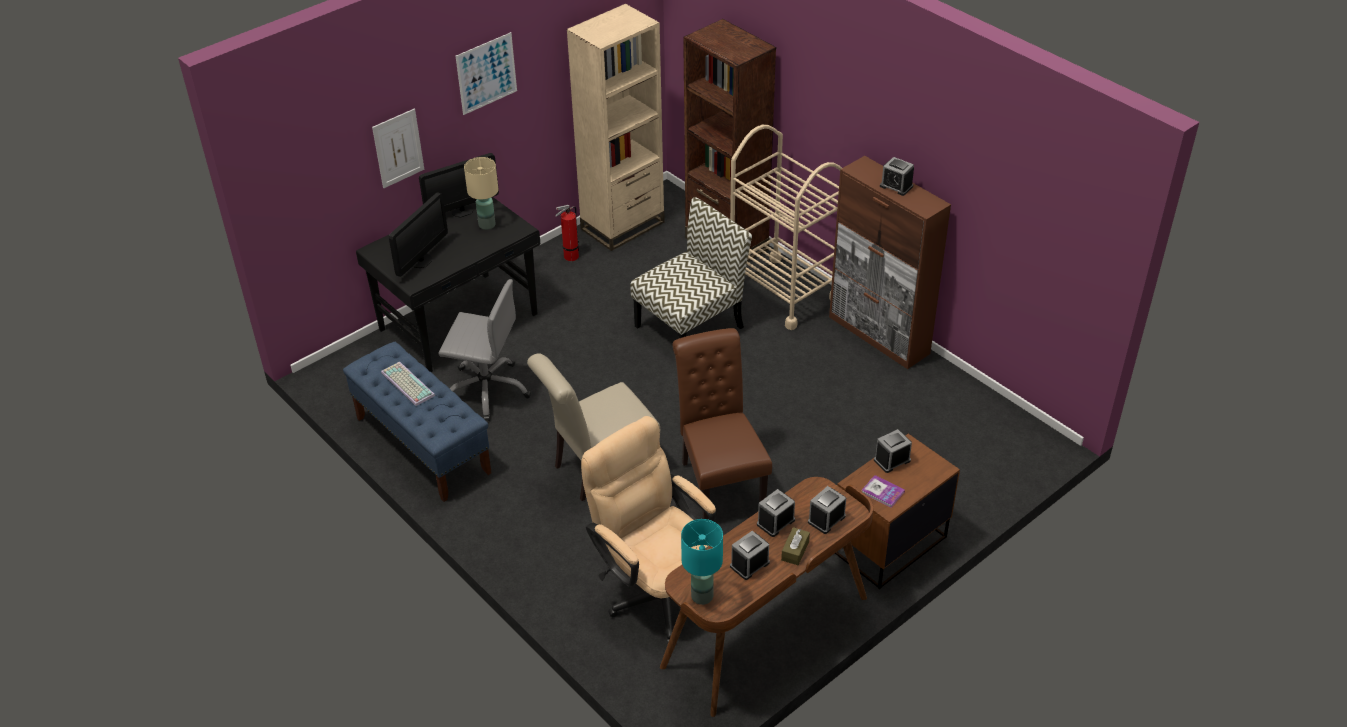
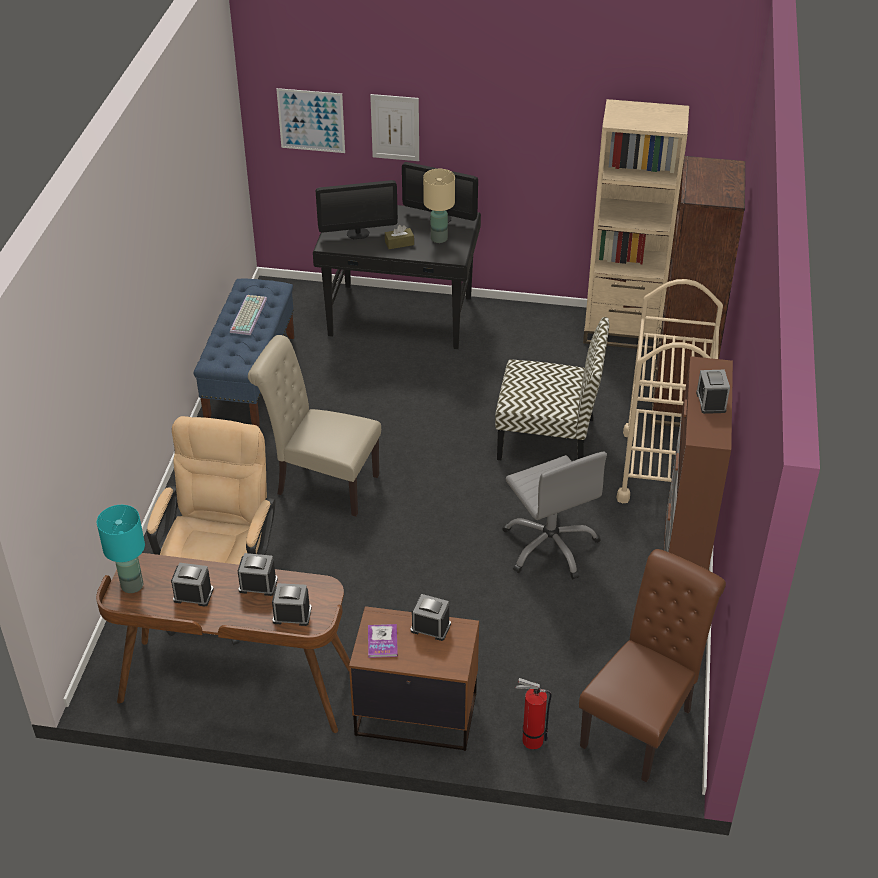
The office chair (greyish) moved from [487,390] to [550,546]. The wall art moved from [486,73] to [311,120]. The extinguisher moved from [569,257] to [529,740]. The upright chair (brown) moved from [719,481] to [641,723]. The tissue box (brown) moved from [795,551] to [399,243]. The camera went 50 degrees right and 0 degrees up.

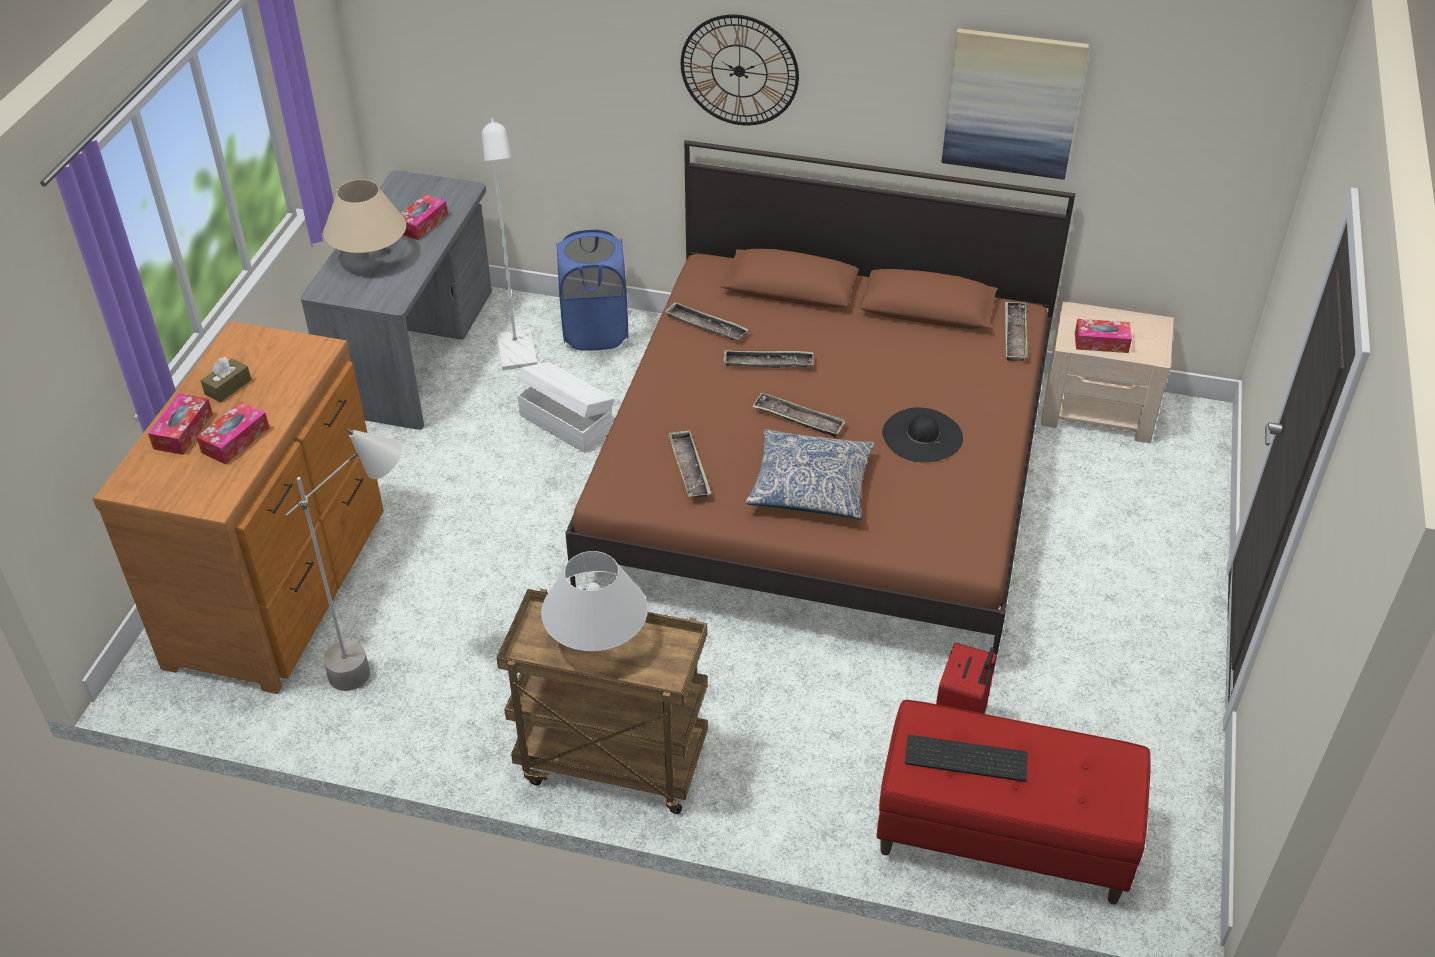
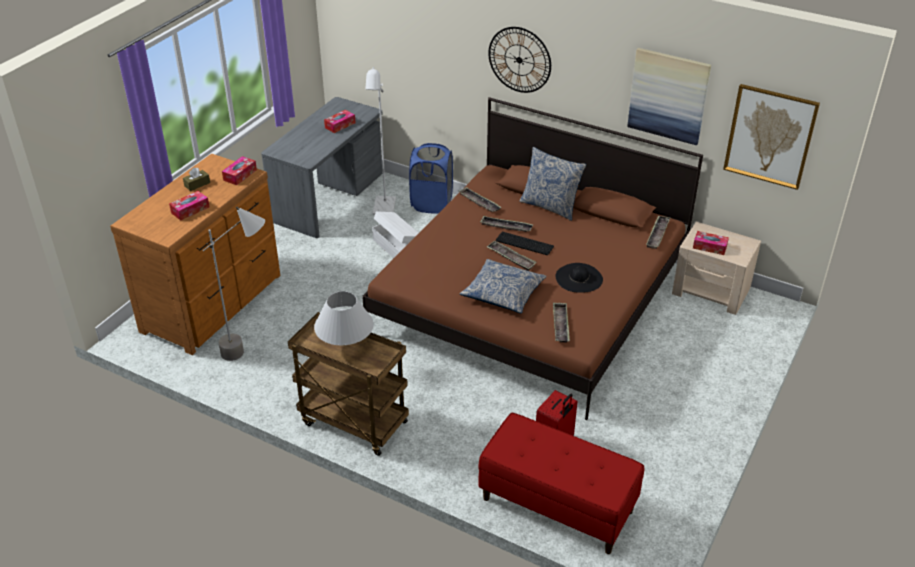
The tabletop lamp (beige) at [370,256] disappeared. The pillow at [550,206] appeared. The wall art at [770,136] appeared. The tissue box moved from [183,431] to [240,175]. The carrying tray moved from [689,468] to [560,325]. The PC keyboard moved from [964,760] to [523,244]. The camera went 15 degrees right and 5 degrees down.

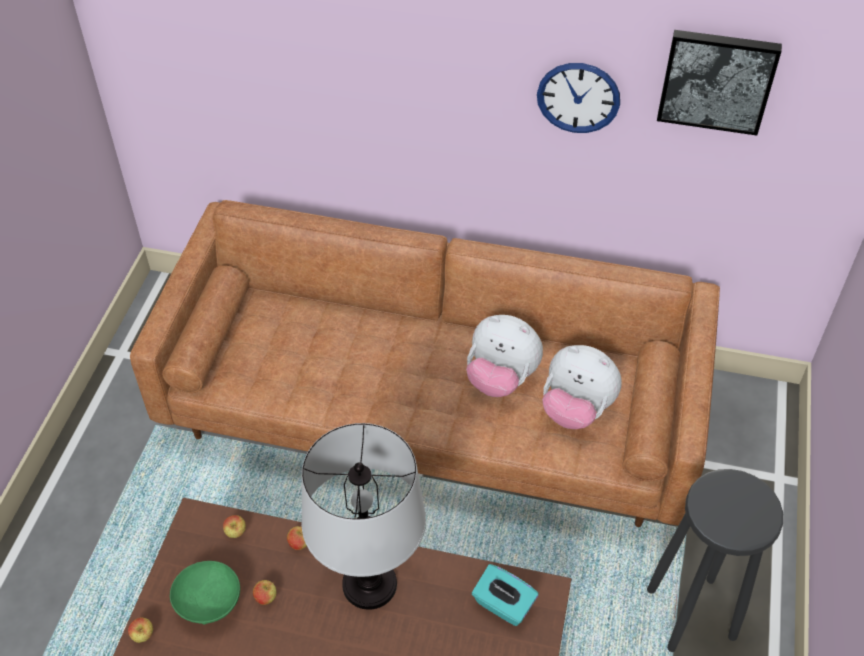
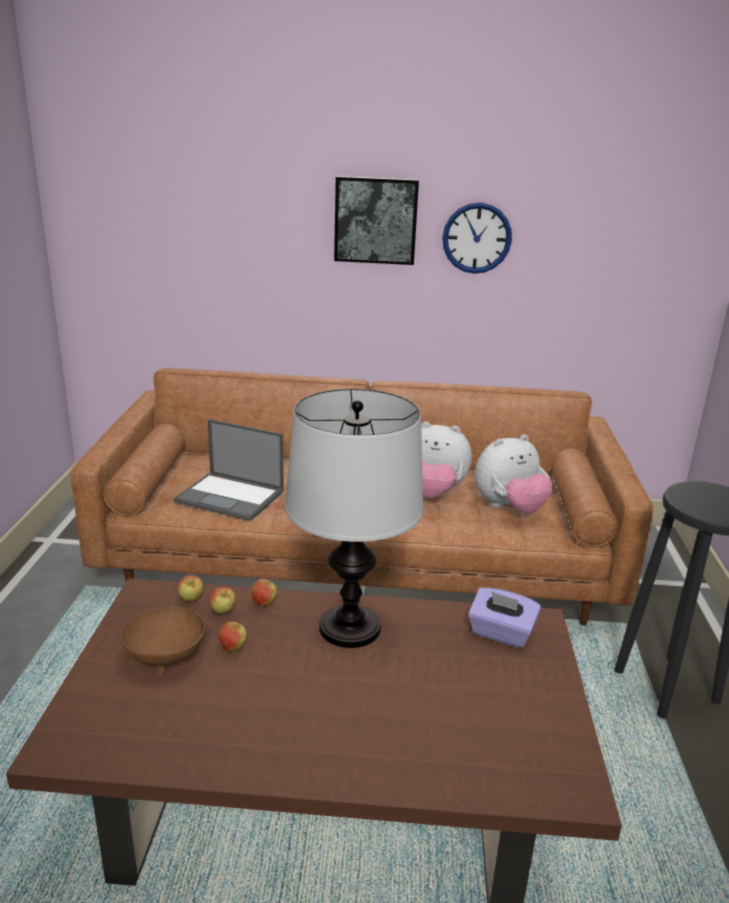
The laptop at [231,496] appeared. The apple fruit moved from [143,636] to [223,612]. The wall art moved from [717,80] to [376,220]. The bowl (green) at [211,604] became the bowl (brown) at [167,657]. The tissue box (turquoise-coloured) at [503,605] became the tissue box (purplish) at [501,633]. The soft toy at [576,410] turned 45 degrees counterclockwise. The camera went 10 degrees left and 25 degrees down.

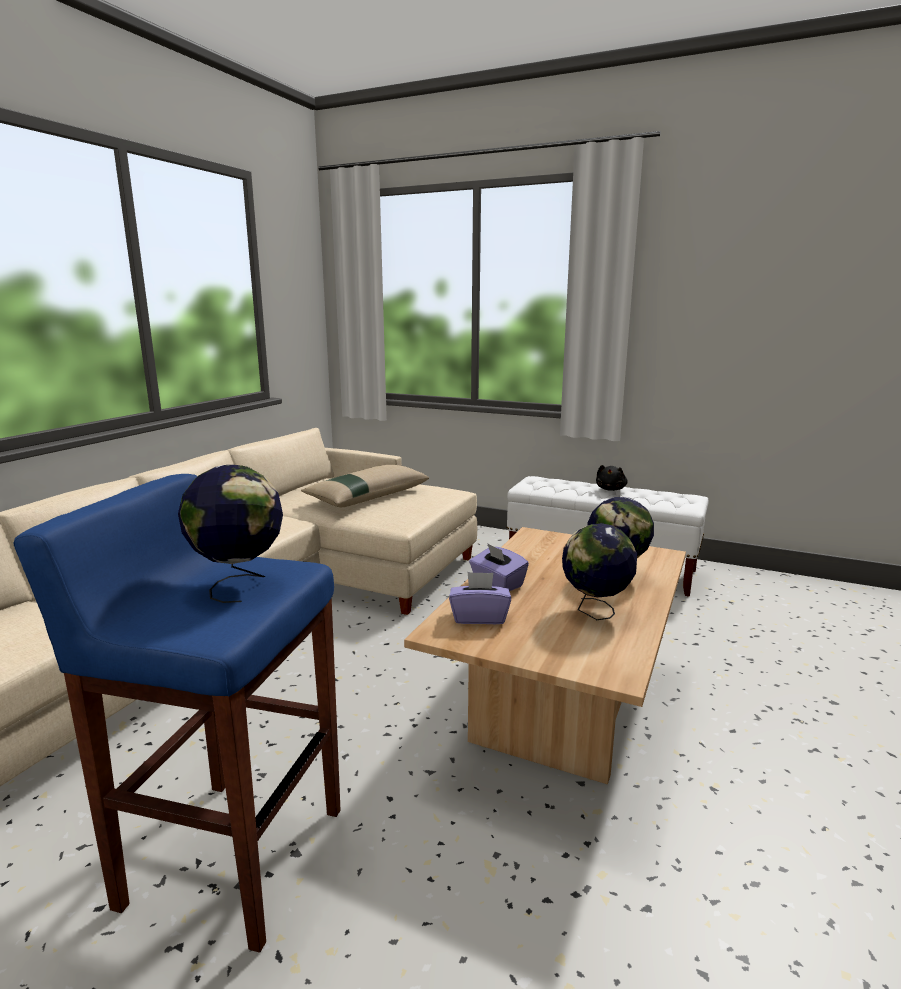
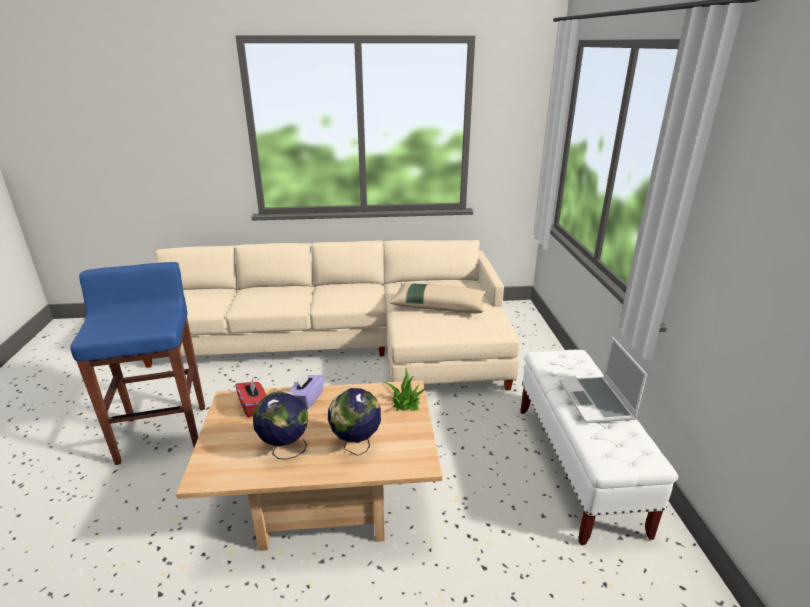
The desk globe at [239,584] disappeared. The houseplant at [406,401] appeared. The soft toy (blackish) at [611,489] was replaced by the laptop at [597,402]. The tissue box (purplish) at [479,617] became the tissue box (red-coloured) at [253,406]. The camera went 60 degrees right and 10 degrees up.

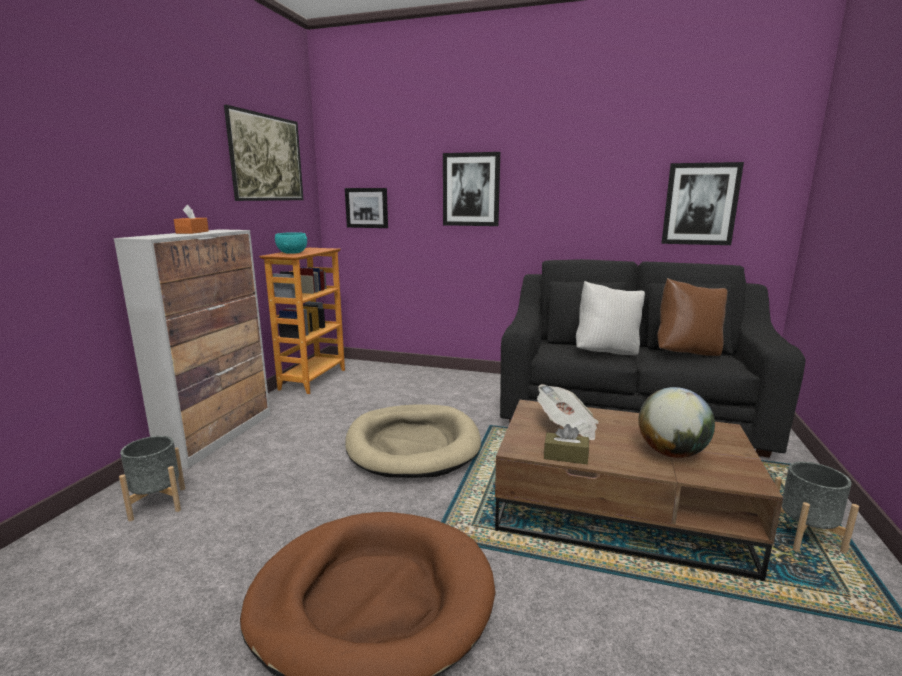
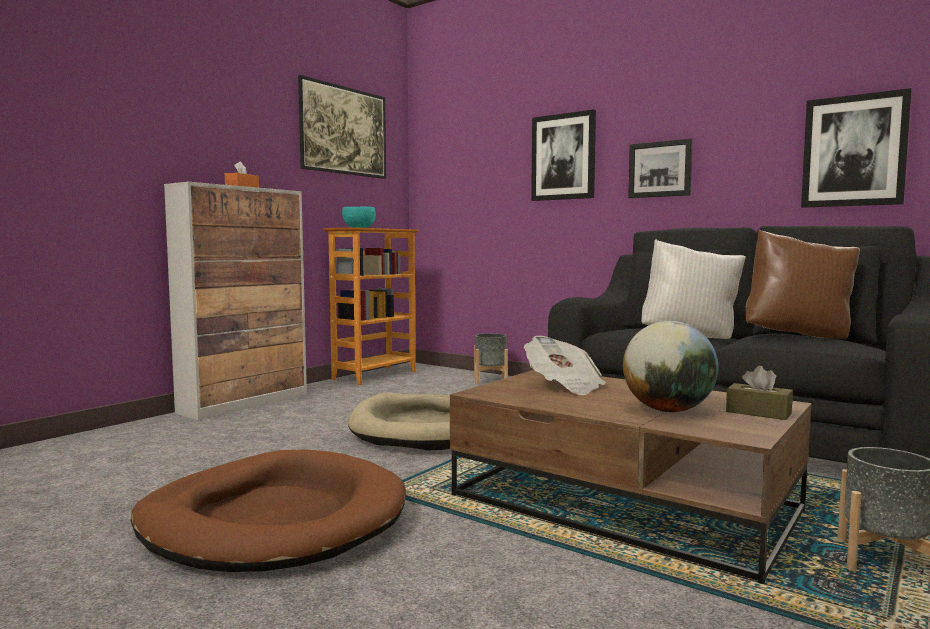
The plant pot (greyish) moved from [158,503] to [490,380]. The wall art moved from [367,208] to [660,169]. The tissue box (brown) moved from [565,456] to [758,412]. The camera went 20 degrees right and 10 degrees down.

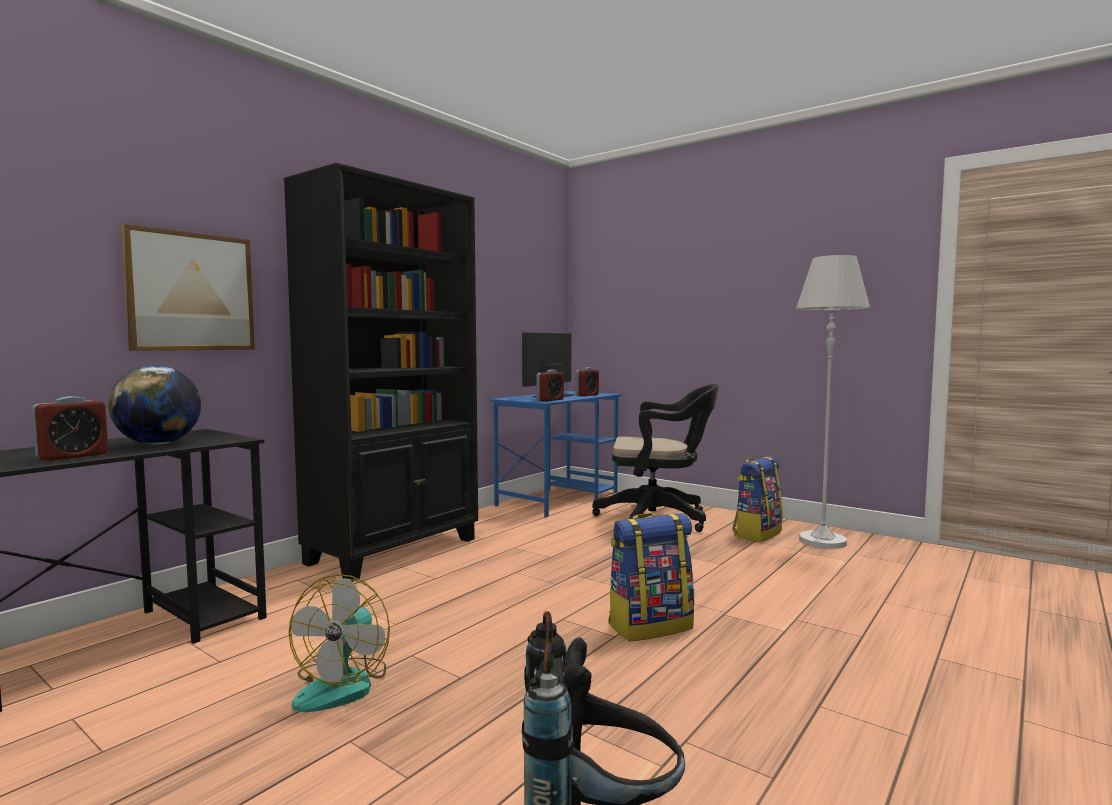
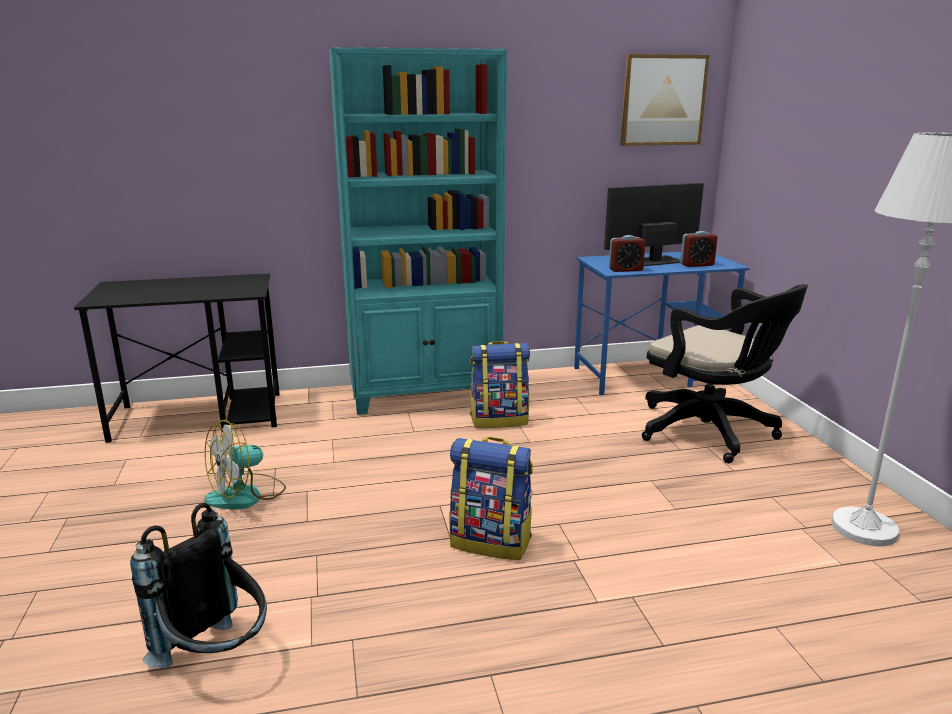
The table clock at [73,456] disappeared. The desk globe at [158,444] disappeared. The wall art moved from [190,292] to [662,100]. The rucksack moved from [756,533] to [499,420]. The bookcase (blackish) at [395,551] became the bookcase (turquoise-coloured) at [425,395]. The camera went 40 degrees right and 15 degrees up.

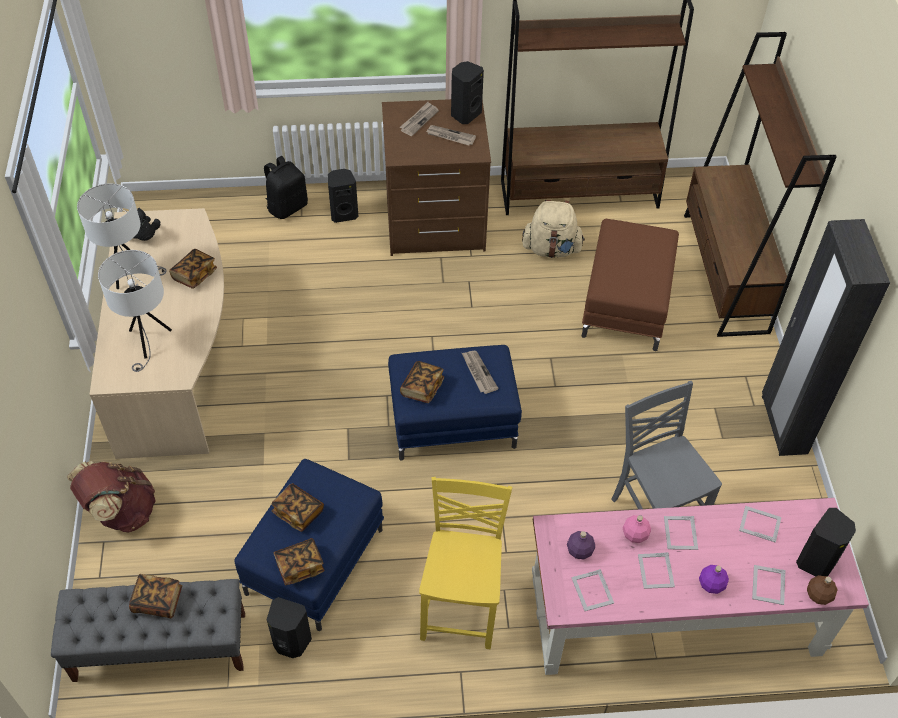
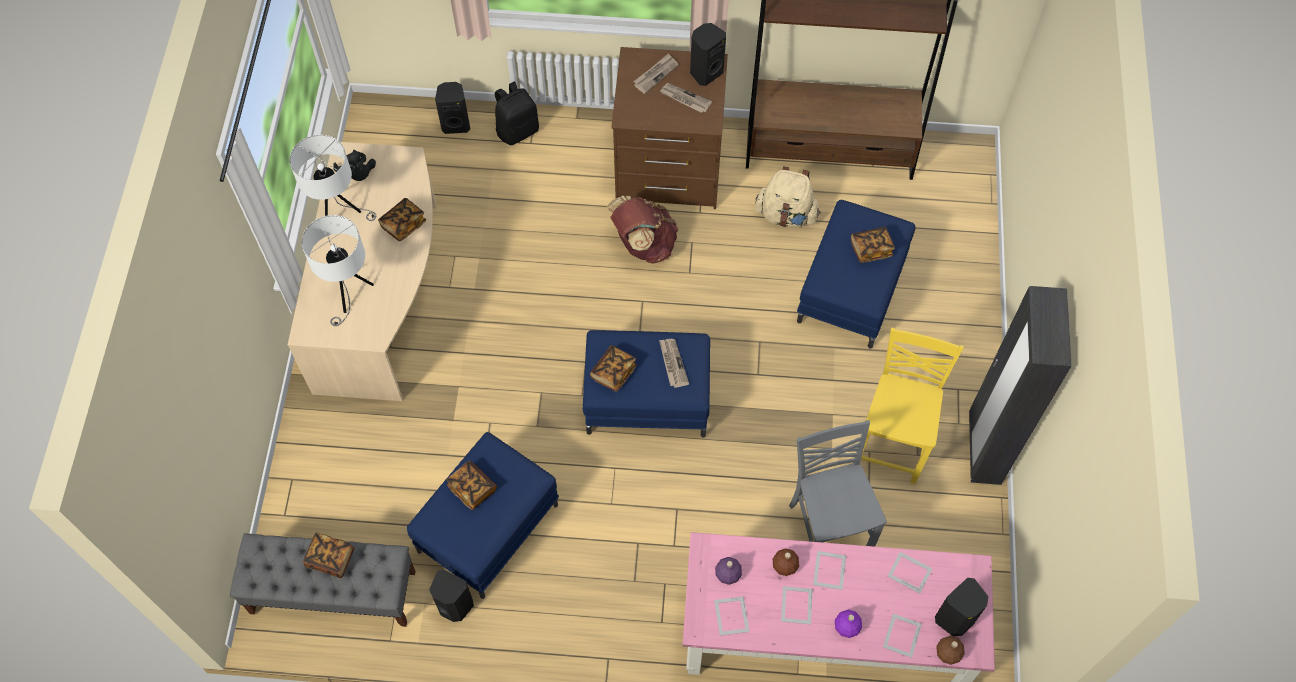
The bookcase (brown) at [725,273] disappeared. The rucksack (brown) moved from [121,512] to [643,244]. The book moved from [300,566] to [871,249]. The audio speaker (blackish) moved from [343,213] to [456,124]. The upright chair (yellow-coloured) moved from [462,606] to [892,442]. The pouffe (brown) at [626,304] became the pouffe (bluish) at [852,290]. The bottle (pink) at [634,535] became the bottle (brown) at [784,566]. The camera went 10 degrees right and 10 degrees up.

